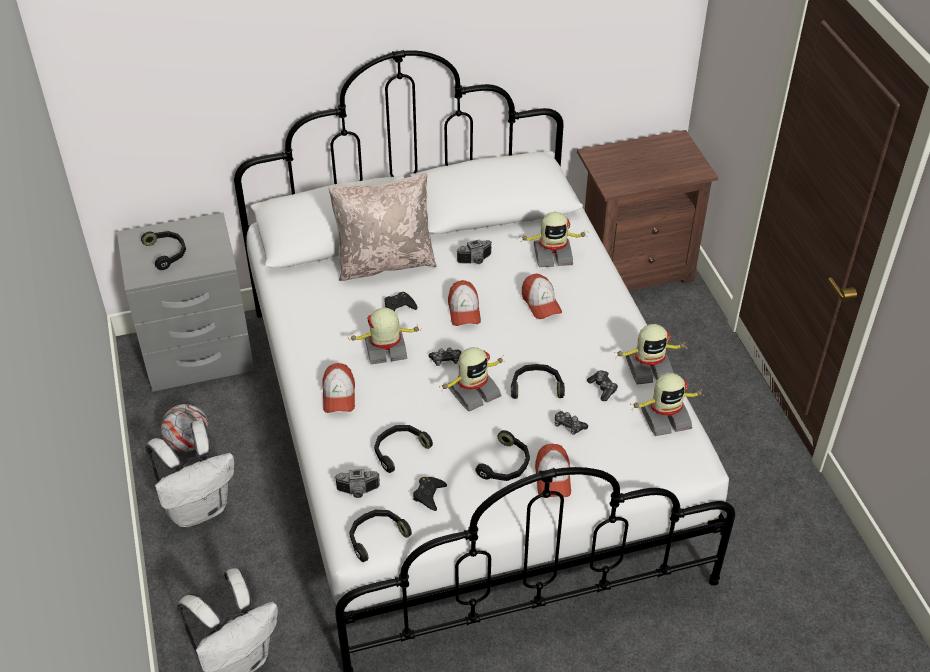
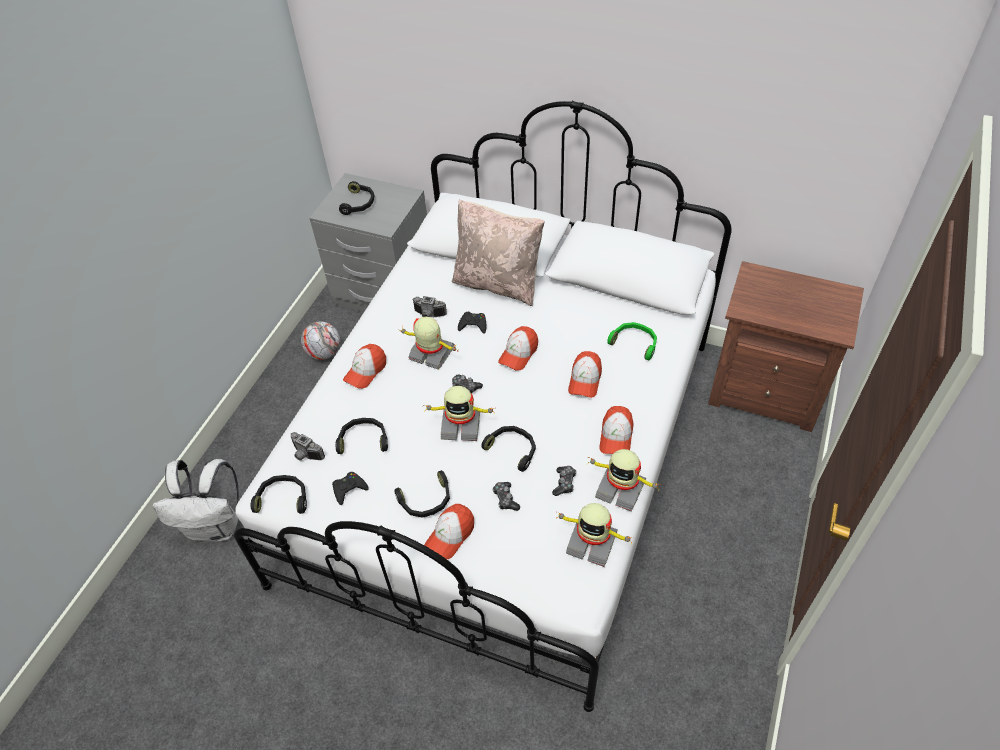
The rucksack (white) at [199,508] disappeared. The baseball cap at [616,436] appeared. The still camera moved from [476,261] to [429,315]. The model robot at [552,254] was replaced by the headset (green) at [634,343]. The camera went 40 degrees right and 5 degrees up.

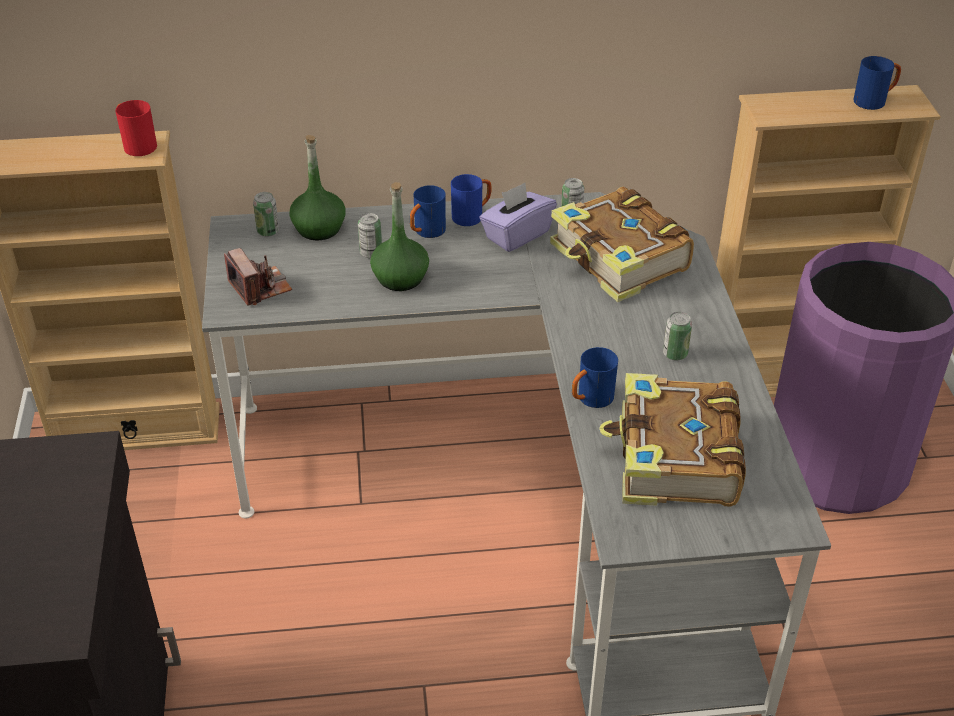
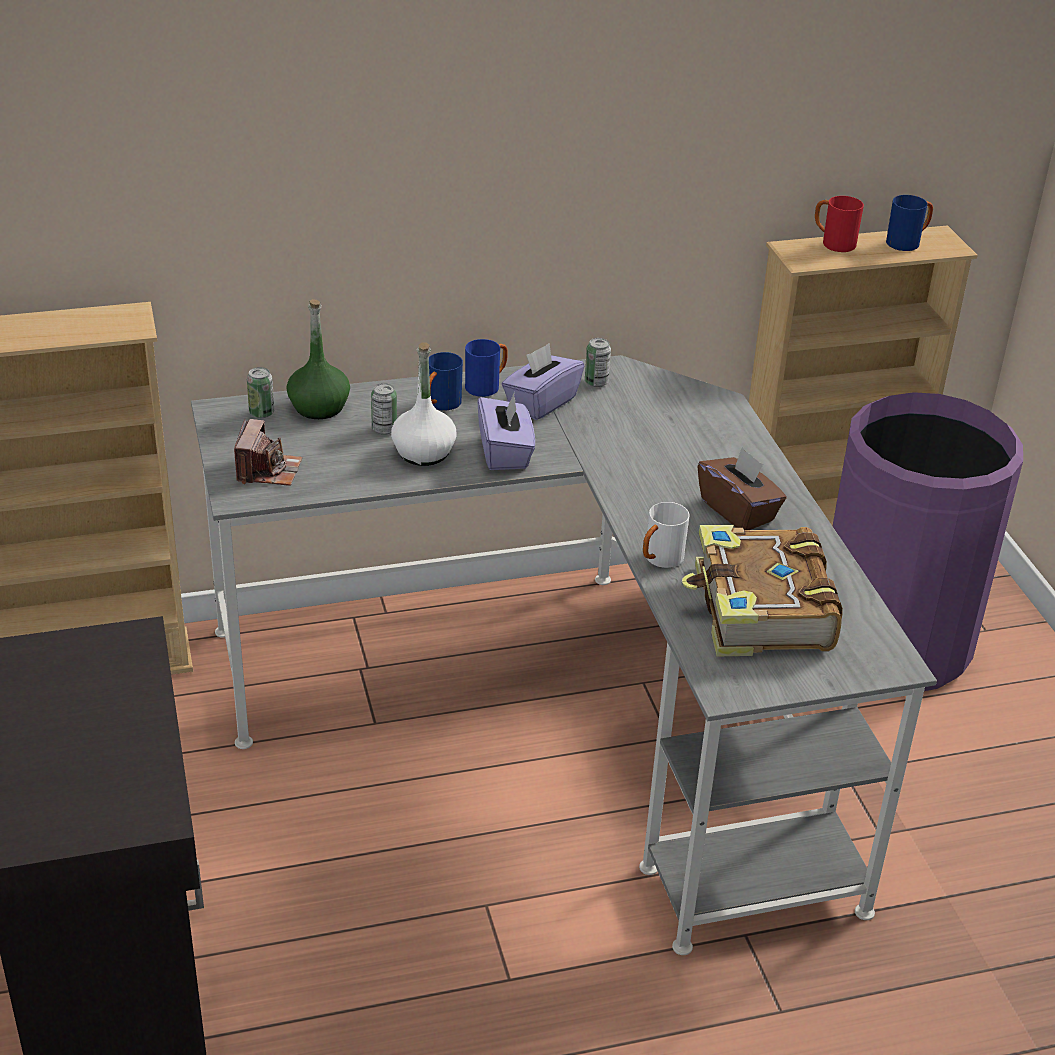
The book at [619,260] disappeared. The tissue box (purplish) at [505,452] appeared. The tea mug (red-coloured) moved from [136,145] to [832,243]. The metal can at [675,354] was replaced by the tissue box (brown) at [738,511]. The bottle (green) at [400,278] became the bottle (white) at [424,453]. The tea mug (bluish) at [590,400] became the tea mug (white) at [659,560]. The still camera at [260,287] turned 45 degrees clockwise. The camera went 10 degrees left and 5 degrees down.

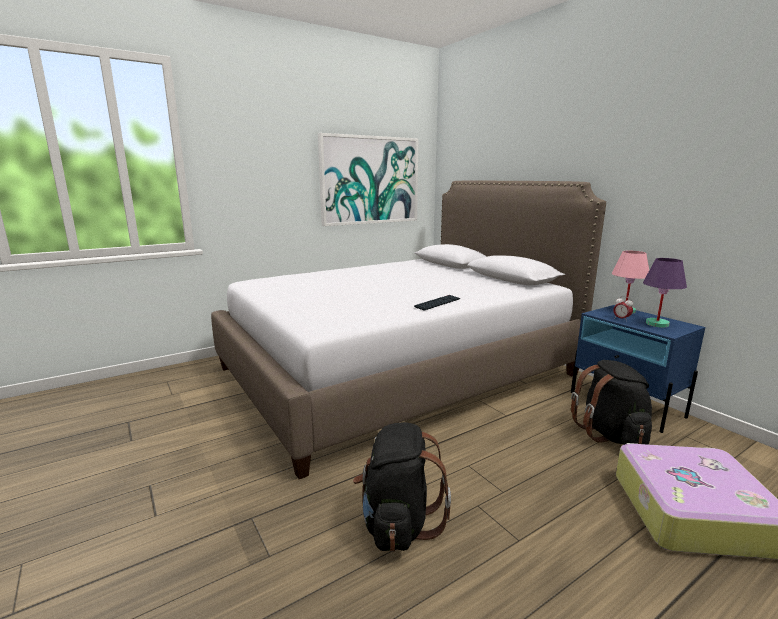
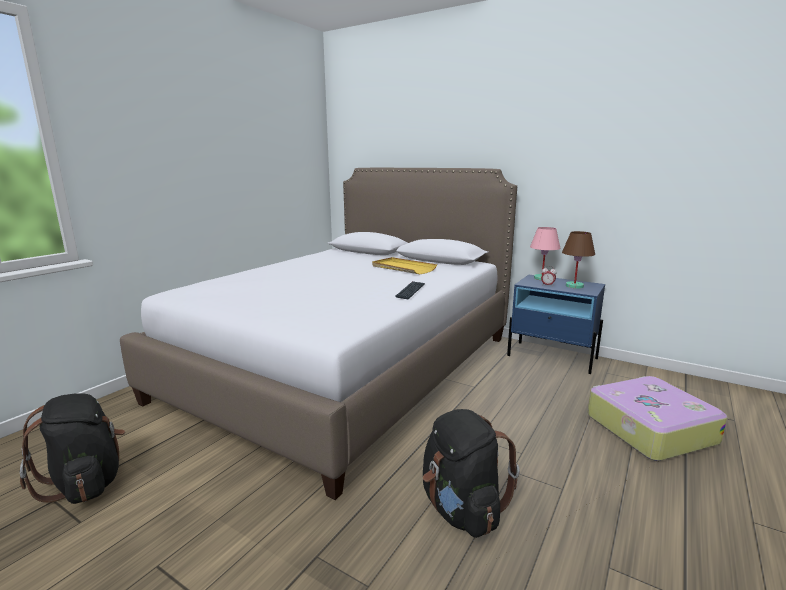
The wall art at [370,180] disappeared. The carrying tray (yellow-coloured) at [403,268] appeared. The rucksack (blackish) moved from [610,434] to [86,483]. The tabletop lamp (purplish) at [657,324] became the tabletop lamp (brown) at [574,286]. The camera went 25 degrees left and 0 degrees up.

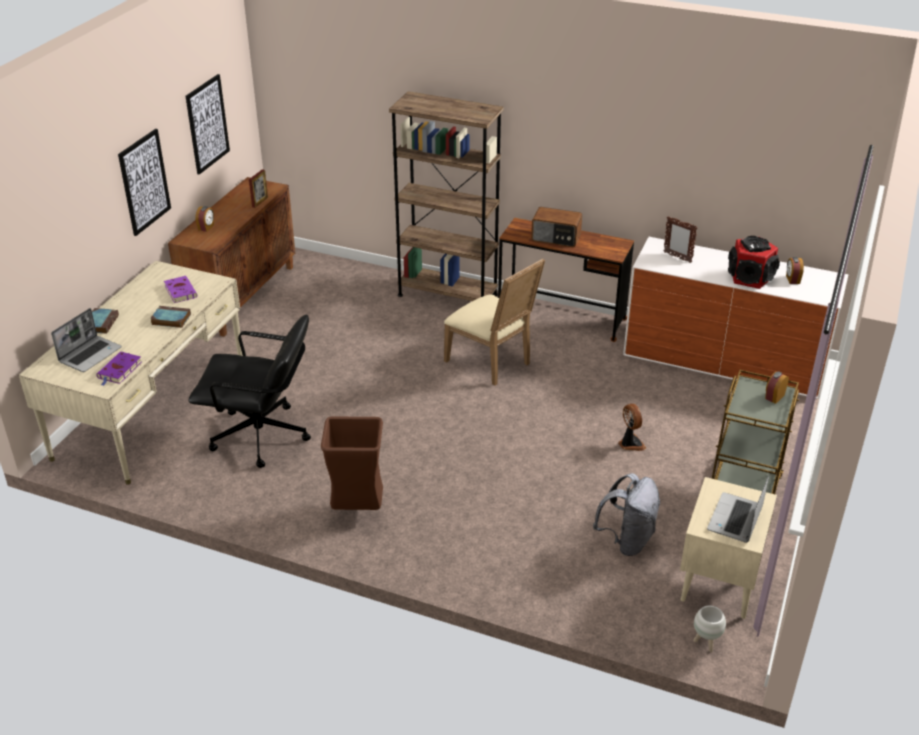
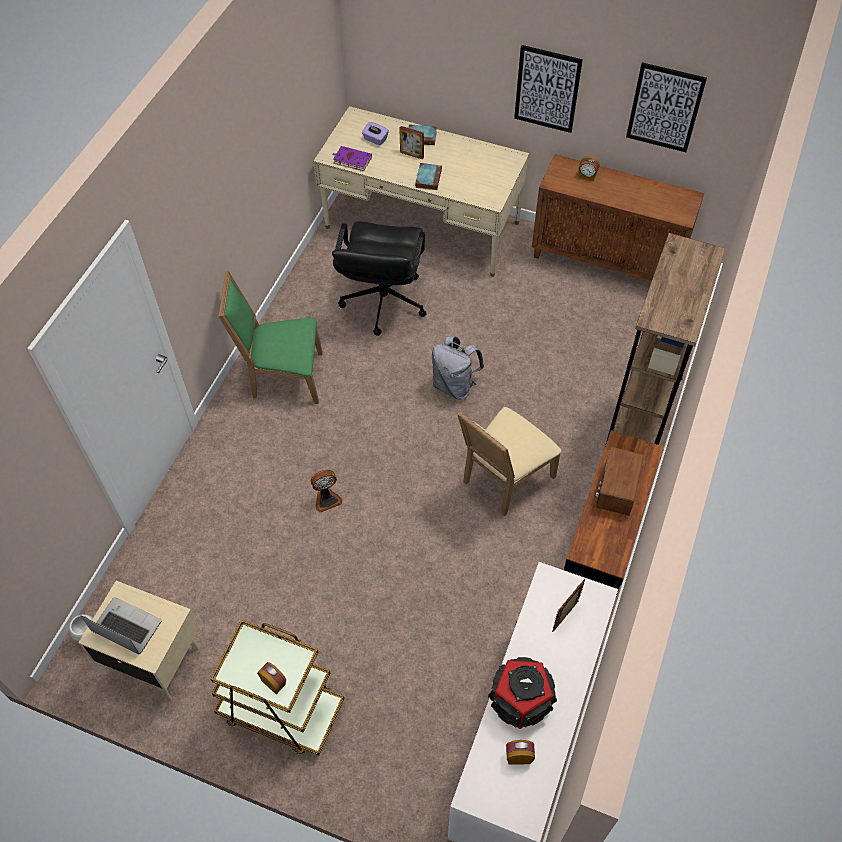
The book (purplish) at [180,291] disappeared. The photo frame moved from [260,202] to [411,154]. The rucksack (greyish) moved from [627,540] to [454,385]. The fan moved from [630,444] to [326,499]. The laptop at [90,354] was replaced by the tissue box (purplish) at [375,139]. The waste bin (brown) at [357,510] was replaced by the upright chair (green) at [283,377]. The camera went 90 degrees right and 20 degrees up.

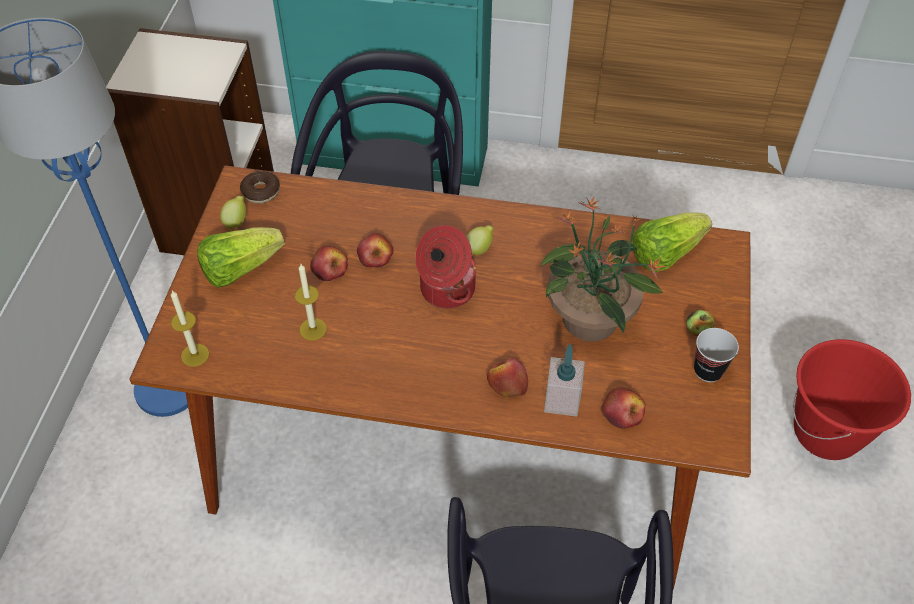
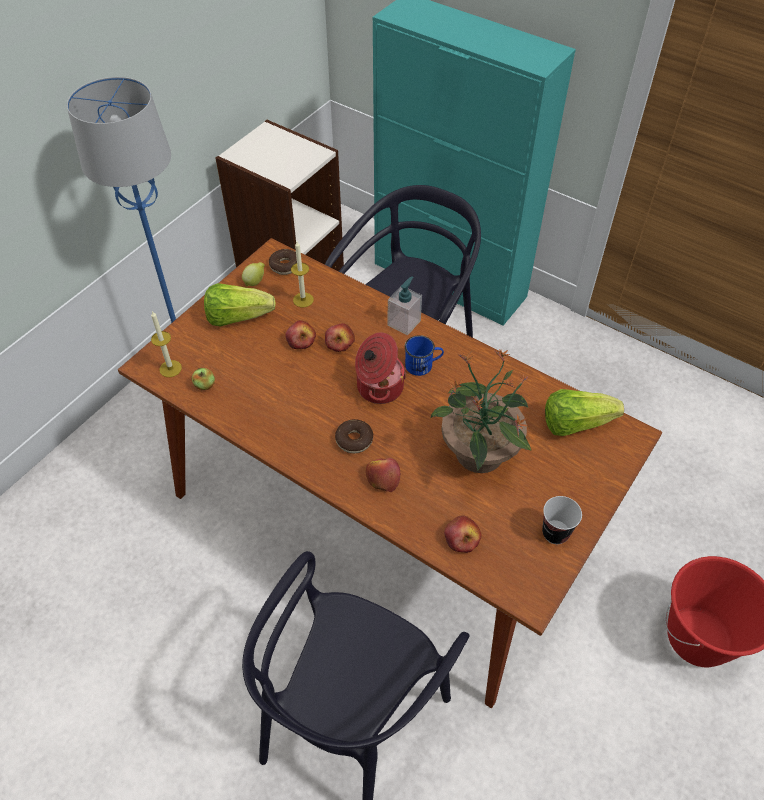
The donut at [354,440] appeared. The candle moved from [313,329] to [303,300]. The liquid soap bottle moved from [562,400] to [404,323]. The apple fruit moved from [697,330] to [205,385]. The lemon at [479,249] was replaced by the tea mug (bluish) at [423,365]. The camera went 25 degrees right and 0 degrees up.

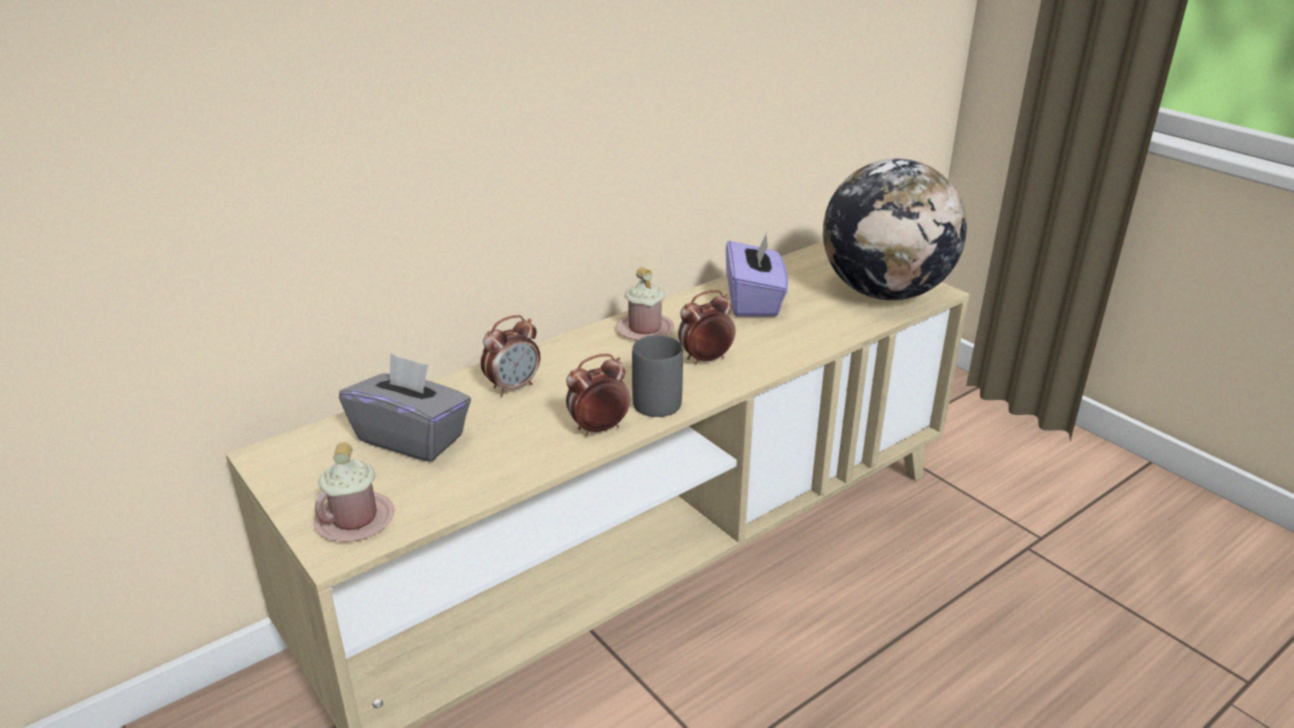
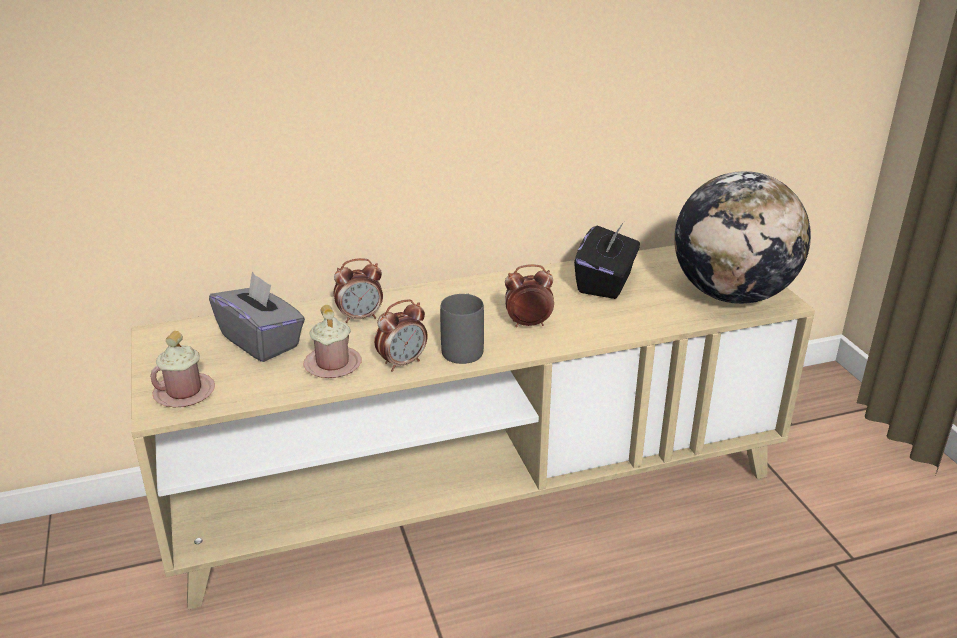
The tea mug (pink) moved from [644,329] to [333,364]. The tissue box (purplish) at [754,301] became the tissue box (blackish) at [606,282]. The table clock at [598,429] turned 150 degrees clockwise. The camera went 20 degrees right and 0 degrees up.

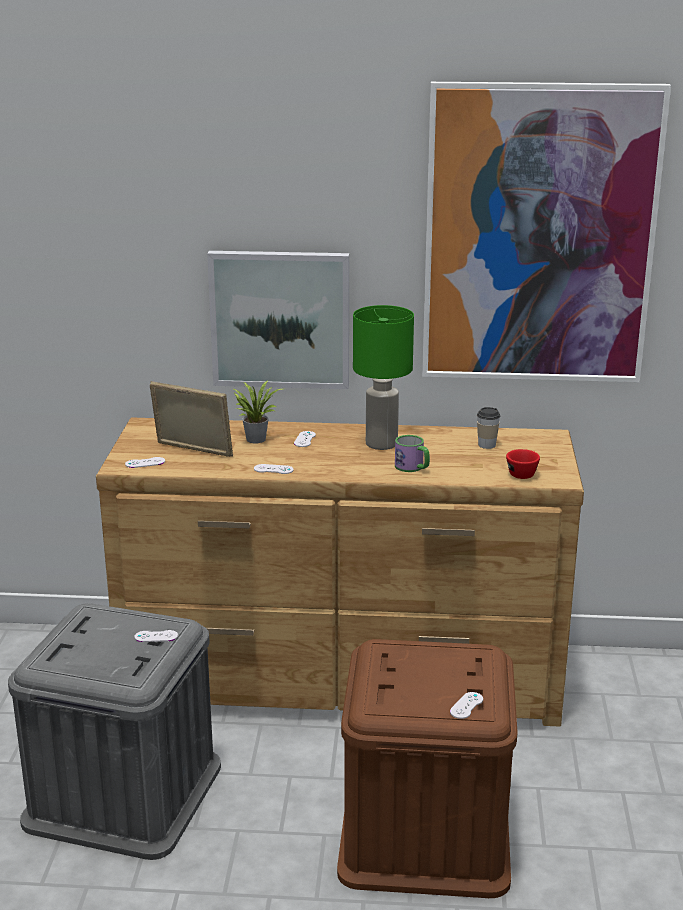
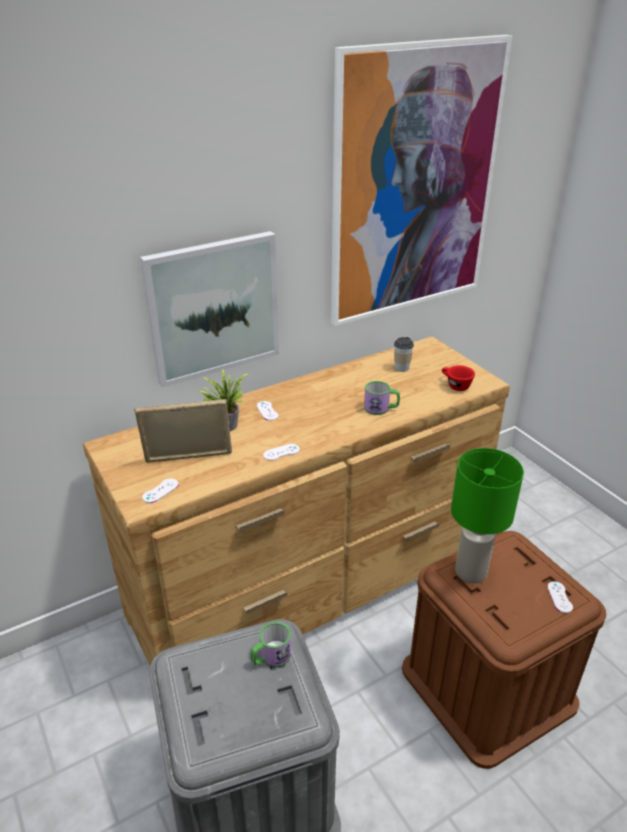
The tabletop lamp (green) moved from [382,444] to [472,572]. The game controller (white) at [156,636] was replaced by the tea mug at [270,657]. The camera went 35 degrees left and 10 degrees up.

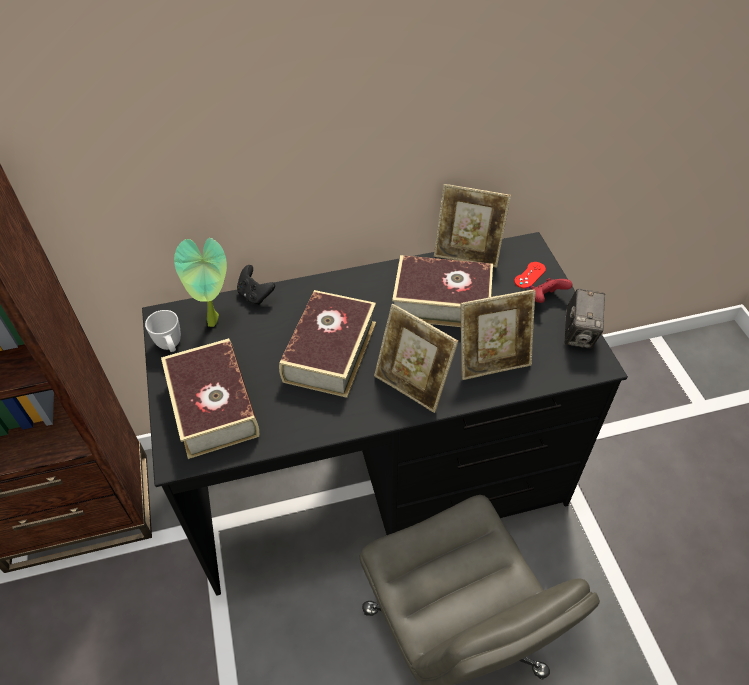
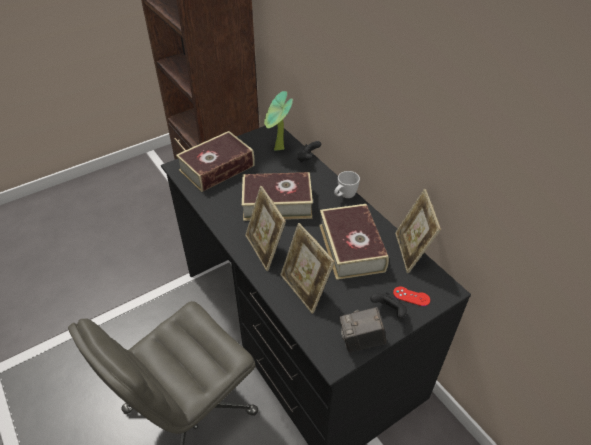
The tea mug (white) moved from [171,347] to [344,196]. The game controller (red-coloured) at [545,299] became the game controller (blackish) at [388,311]. The photo frame at [412,385] turned 45 degrees counterclockwise. The camera went 70 degrees right and 5 degrees down.

